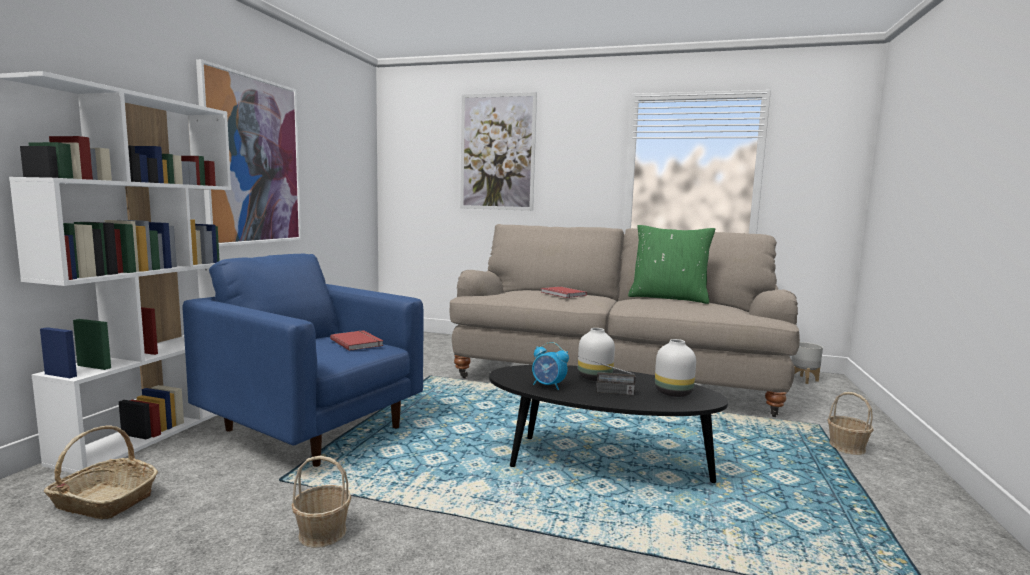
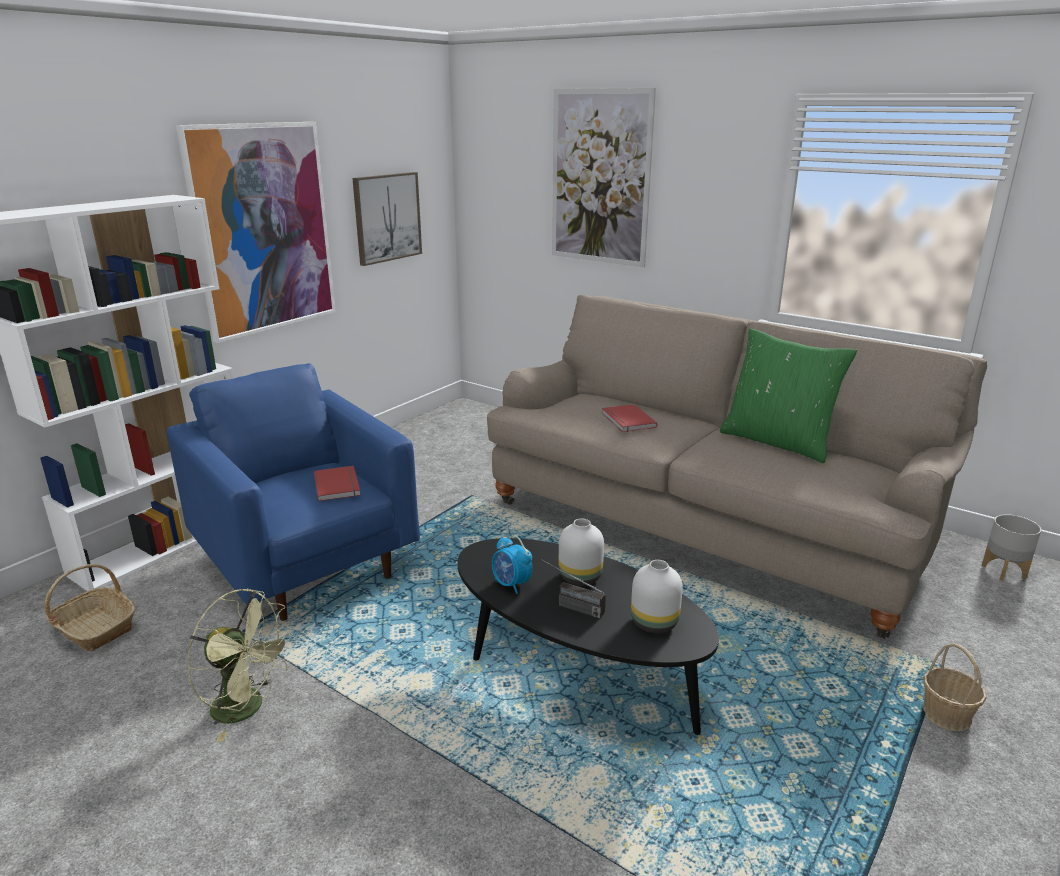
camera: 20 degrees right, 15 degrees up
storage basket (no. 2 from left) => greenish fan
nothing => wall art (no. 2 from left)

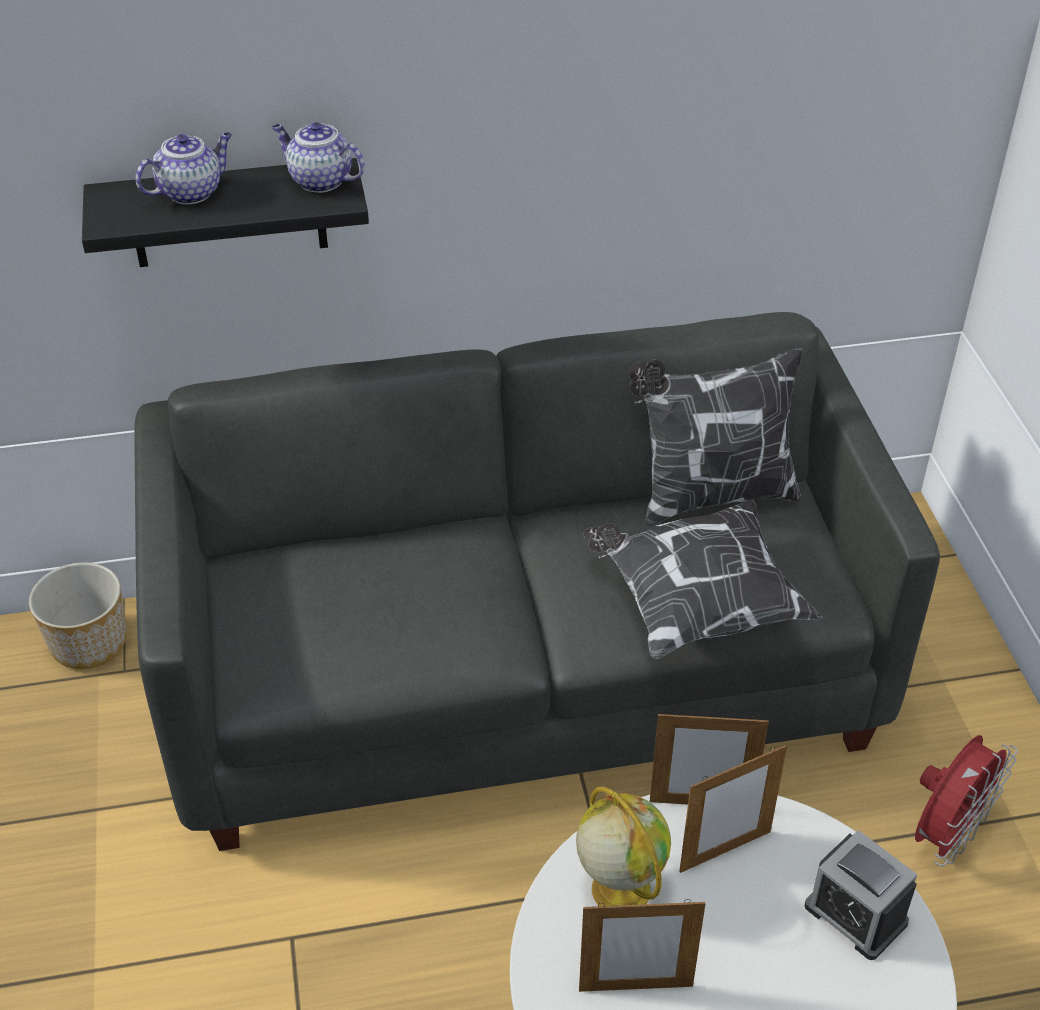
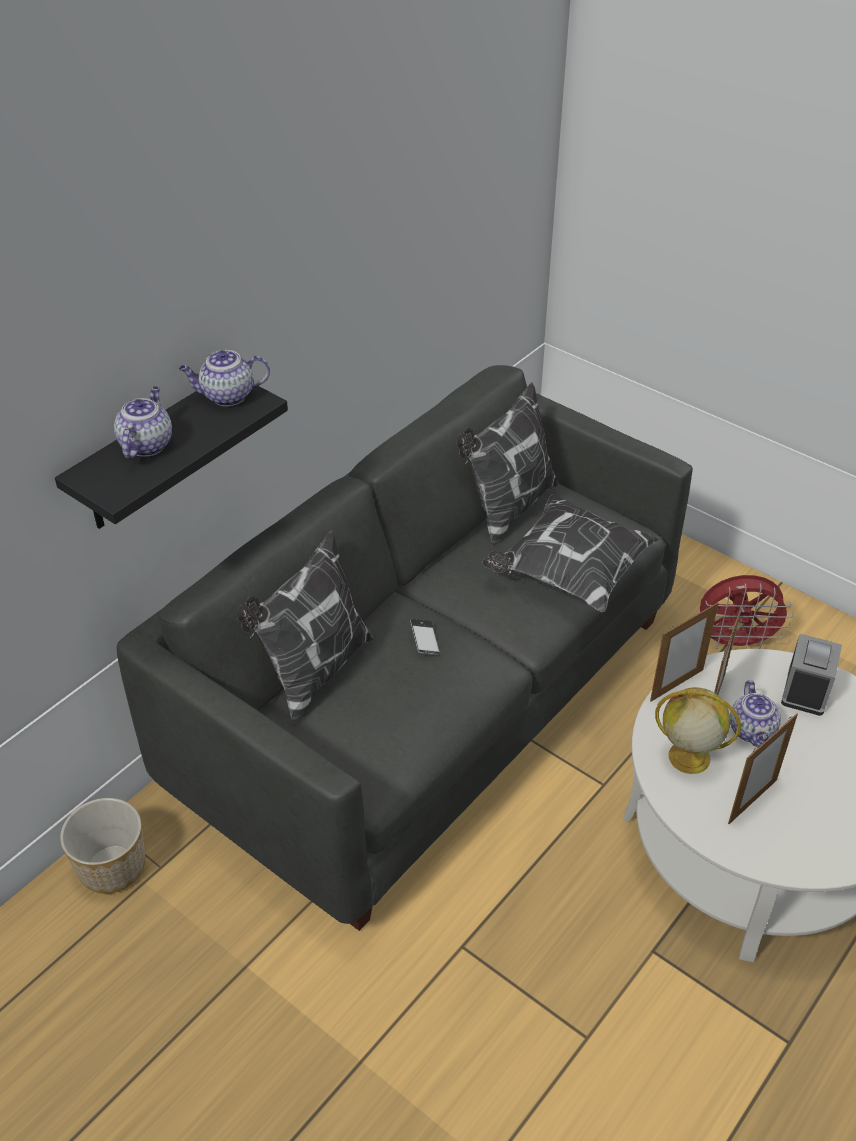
camera: 40 degrees left, 0 degrees up
reddish fan, 90 degrees clockwise
table clock, 75 degrees counterclockwise
nothing => pillow (no. 1 from left)
nothing => phone
nothing => pot for tea (no. 3 from left)

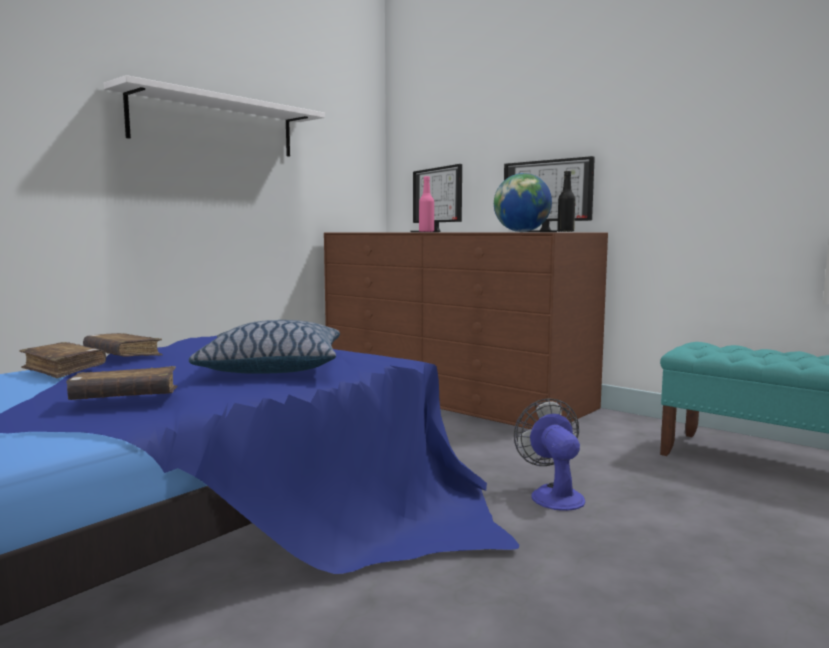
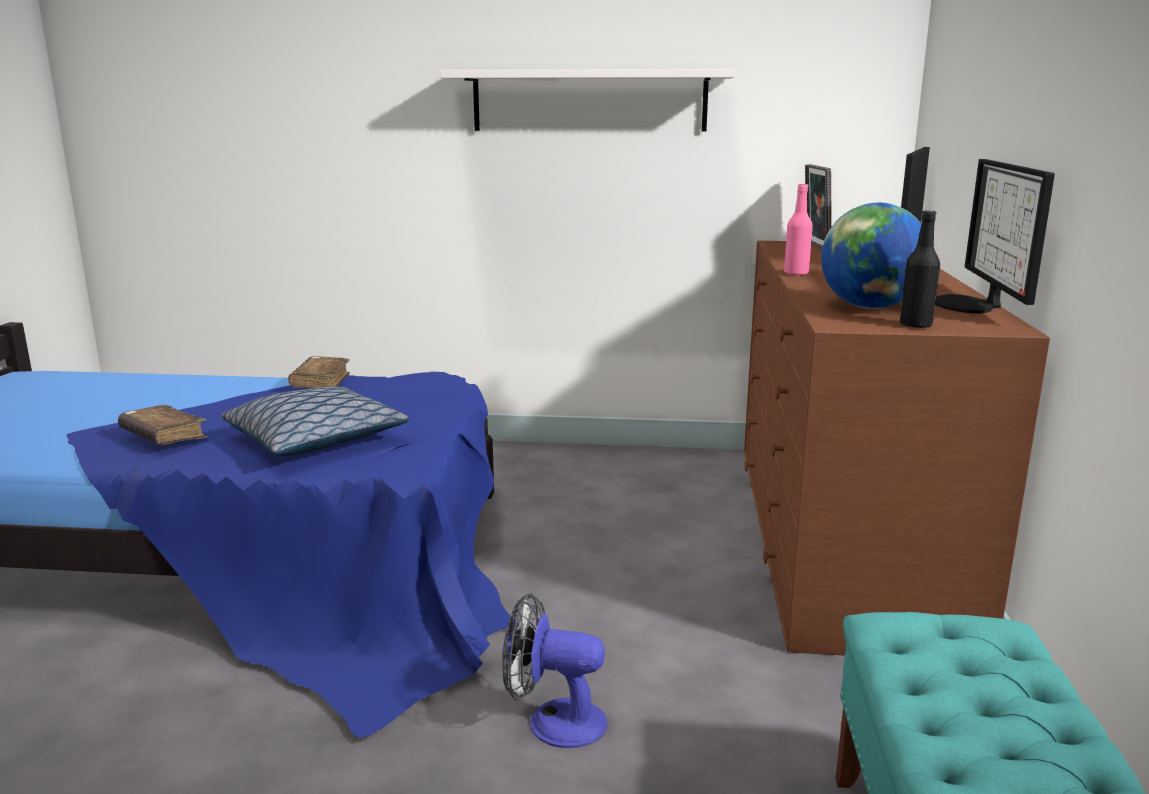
camera: 55 degrees right, 10 degrees up
brown-coloured volume (no. 1 from left) => nothing
fan, 120 degrees counterclockwise
nothing => photo frame

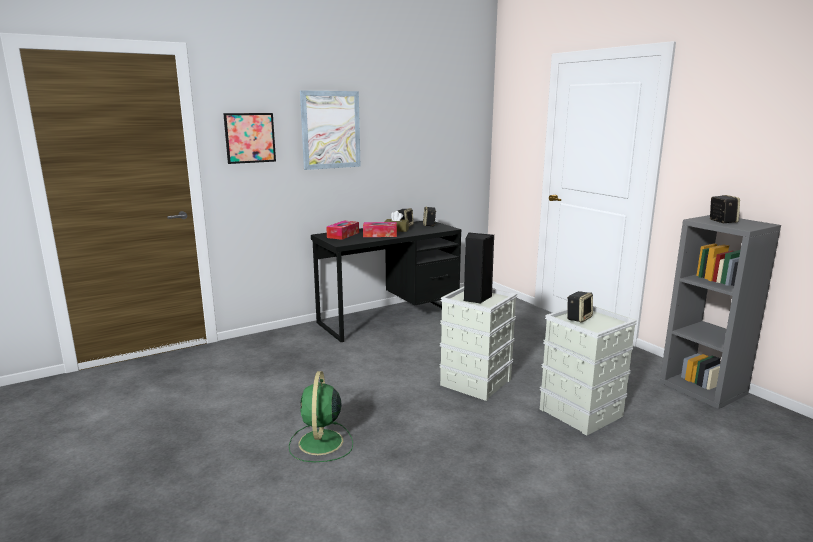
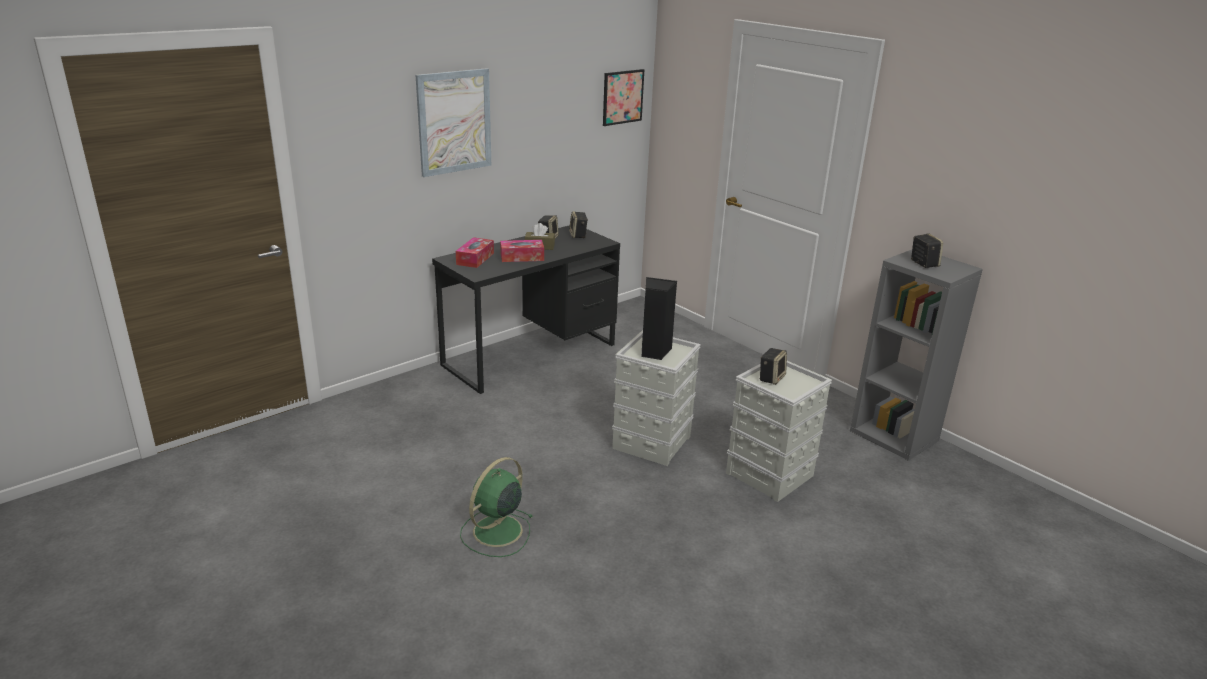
camera: 10 degrees left, 10 degrees up
wall art (no. 1 from left in the first image) => wall art (no. 2 from left), shifted
greenish fan, 45 degrees clockwise

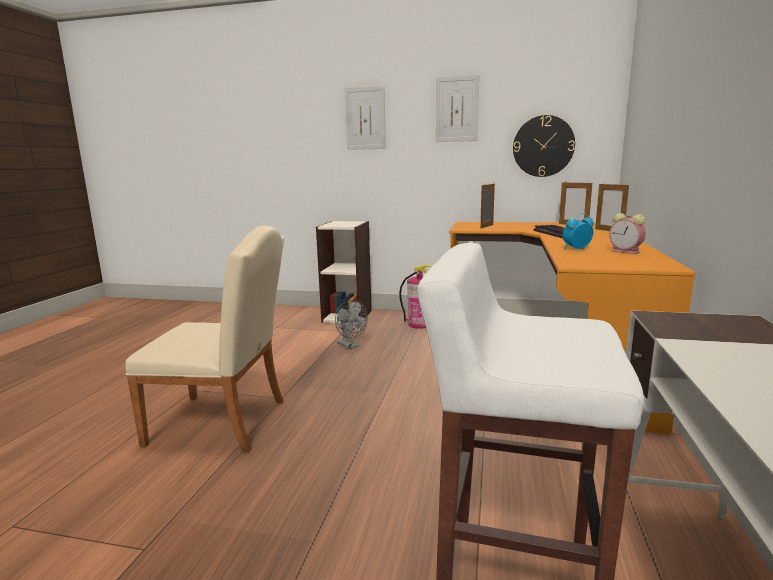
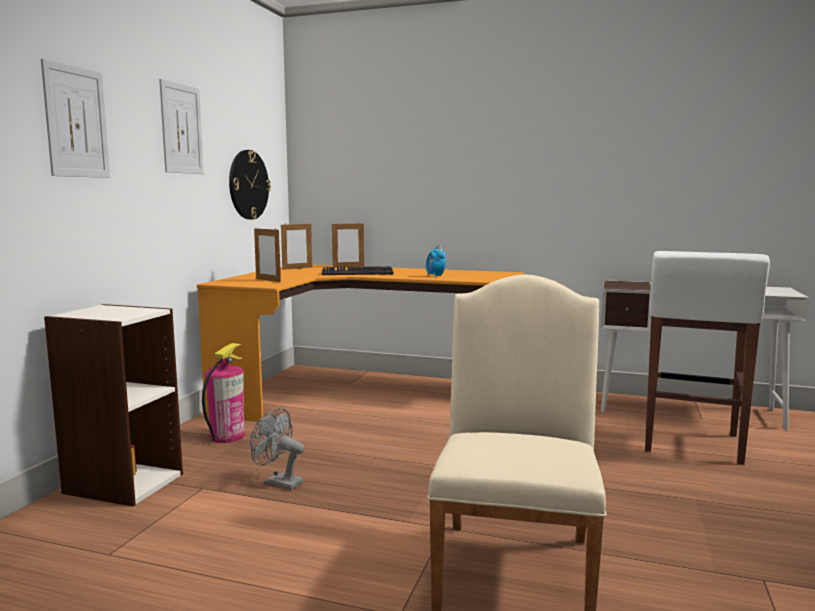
camera: 85 degrees left, 5 degrees down
table clock (no. 2 from left) => nothing
grey fan, 120 degrees counterclockwise

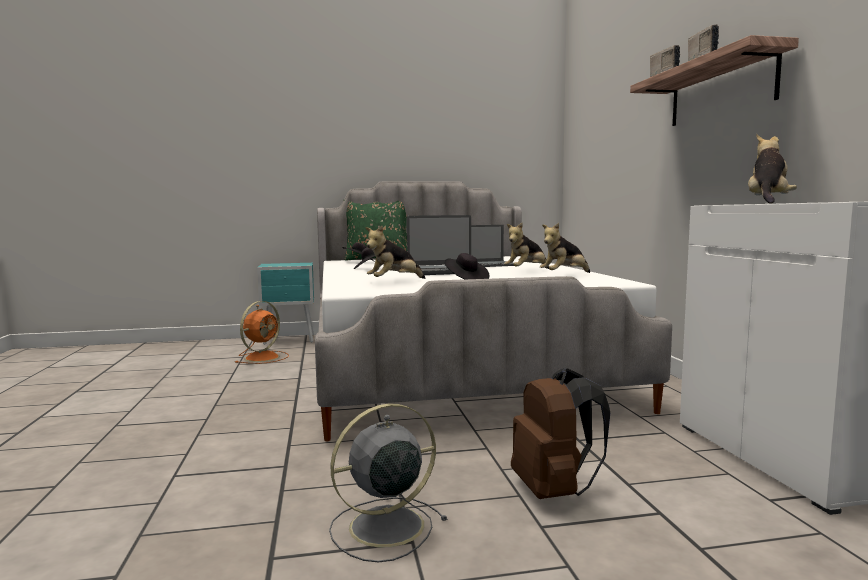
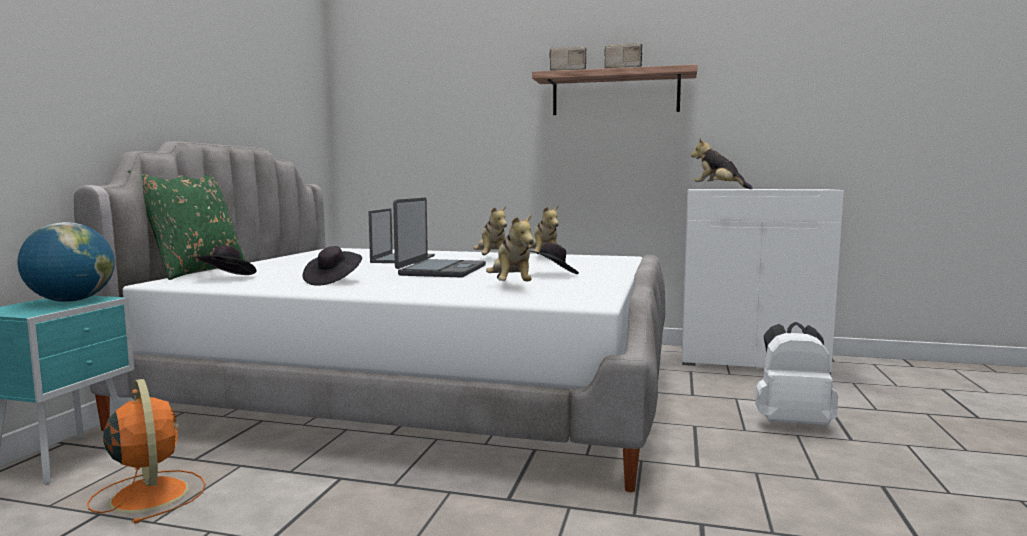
camera: 65 degrees left, 0 degrees up
brown-coloured rucksack => white rucksack
grey fan => nothing
nothing => globe

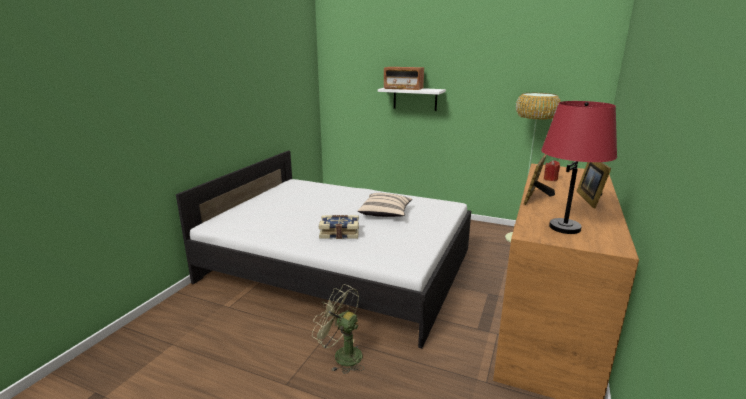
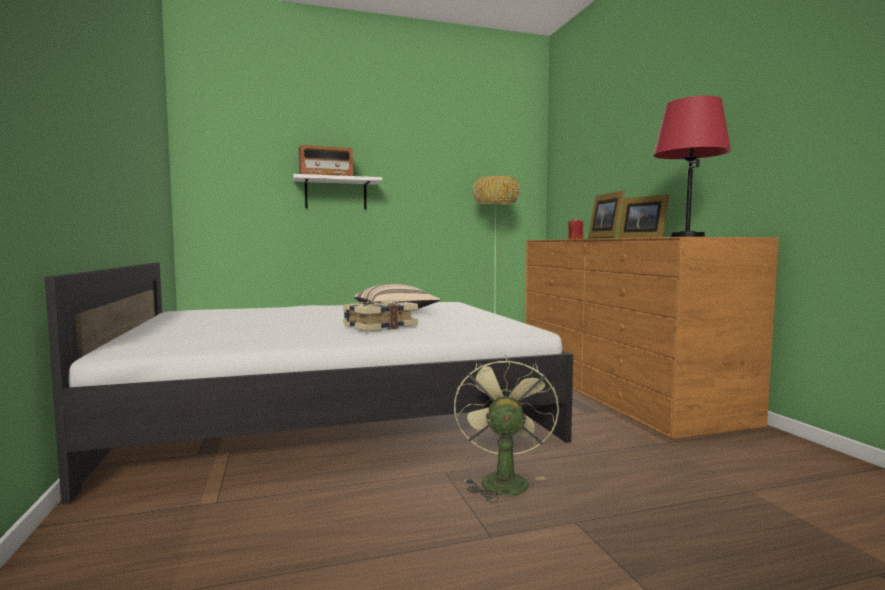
camera: 40 degrees left, 15 degrees down
greenish fan, 105 degrees clockwise

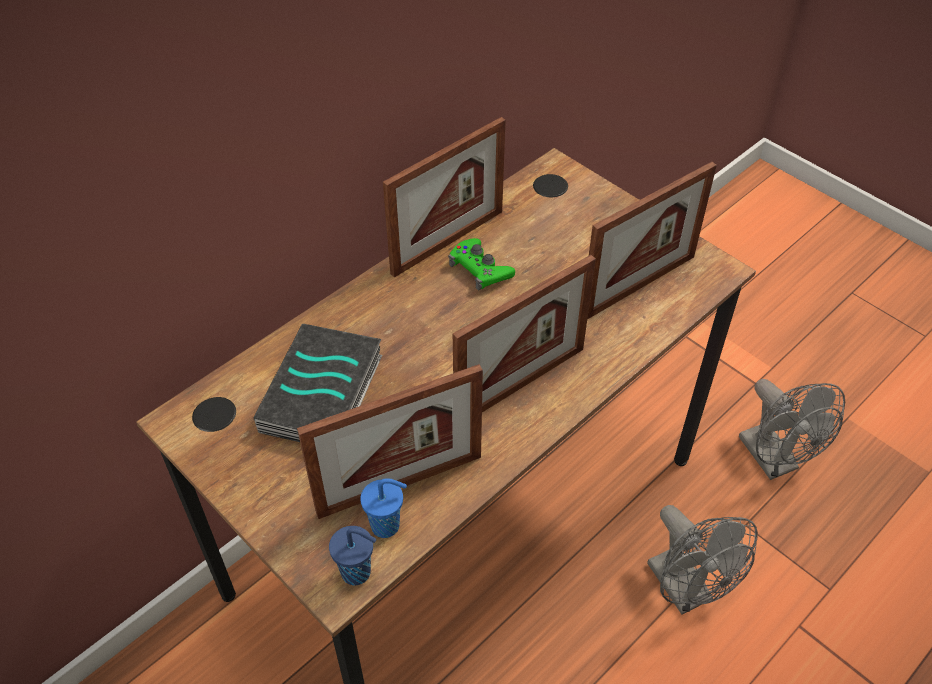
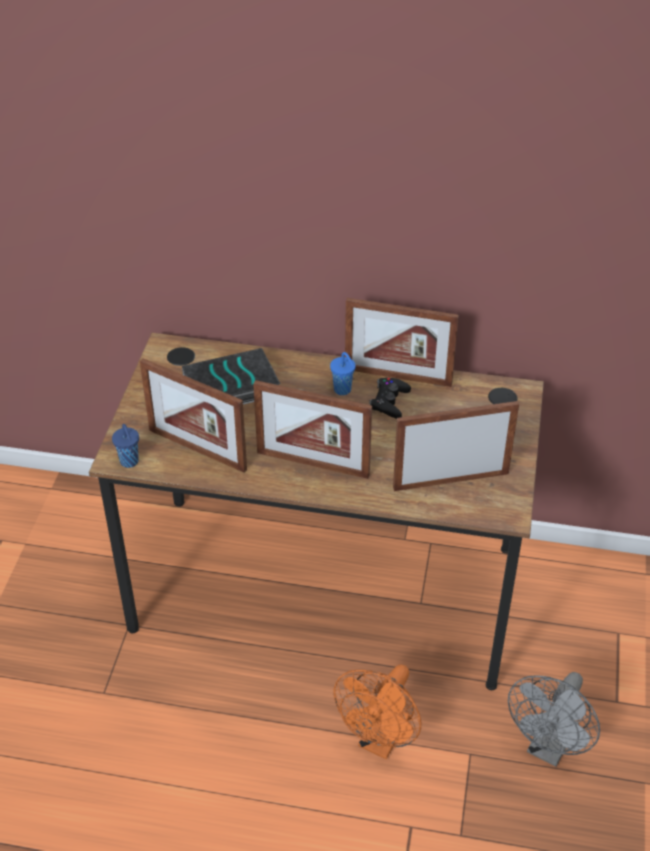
camera: 55 degrees right, 5 degrees down
photo frame (no. 4 from left), 150 degrees clockwise
greenish gamepad => blackish gamepad
bluish cup (no. 2 from left), shifted
grey fan (no. 1 from left) => orange-coloured fan

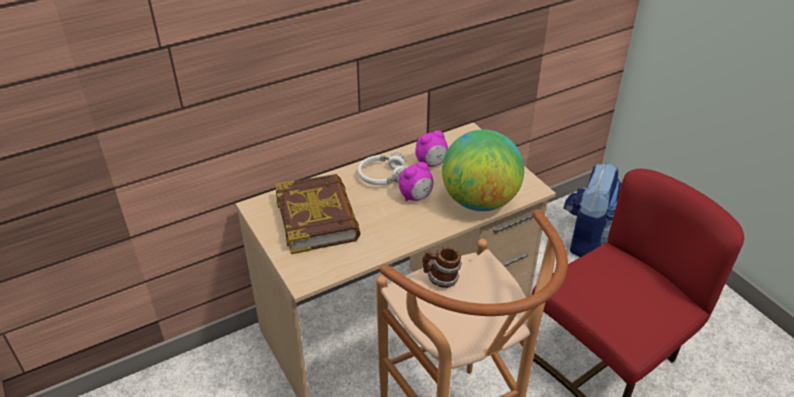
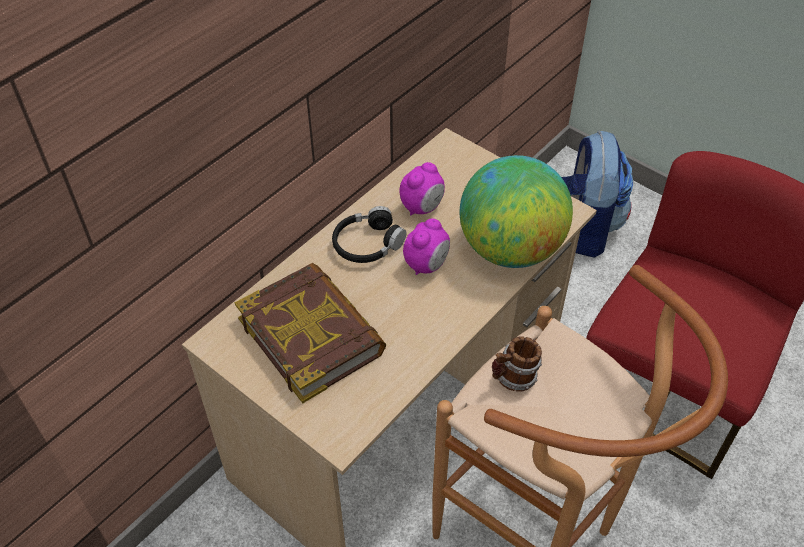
camera: 20 degrees left, 10 degrees up
white headset => blackish headset

